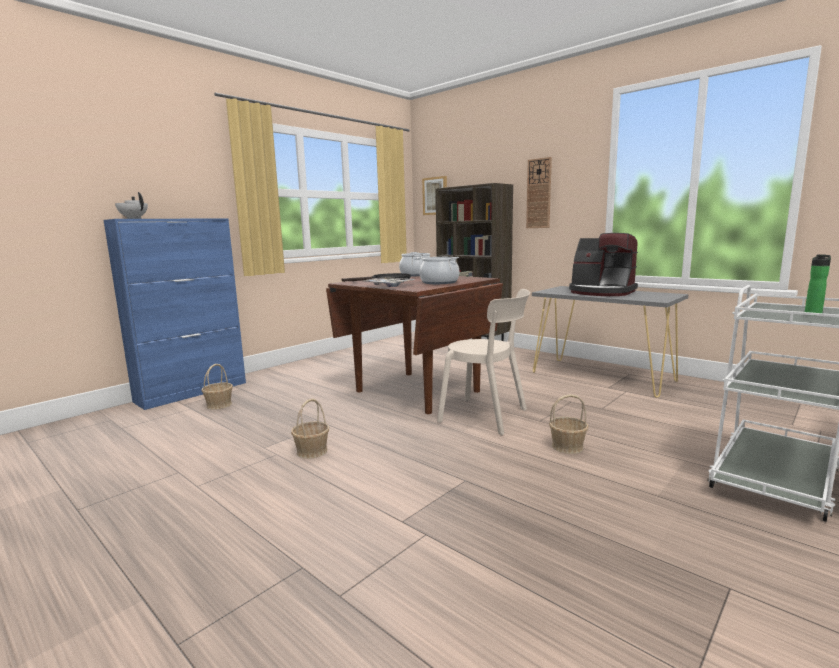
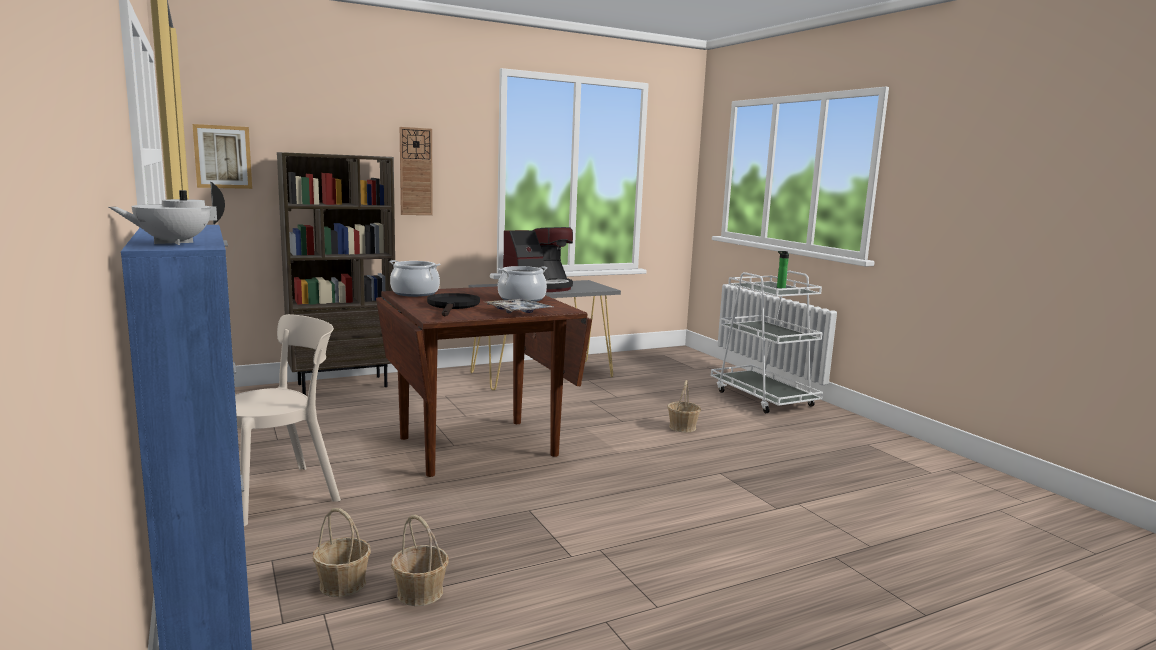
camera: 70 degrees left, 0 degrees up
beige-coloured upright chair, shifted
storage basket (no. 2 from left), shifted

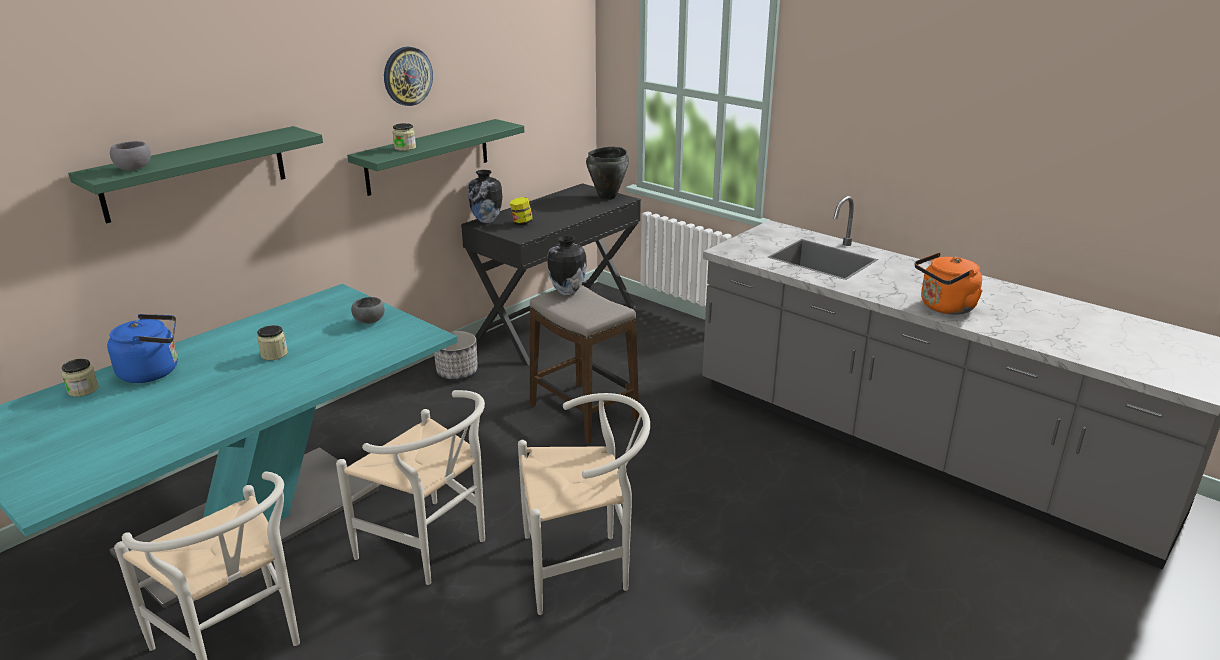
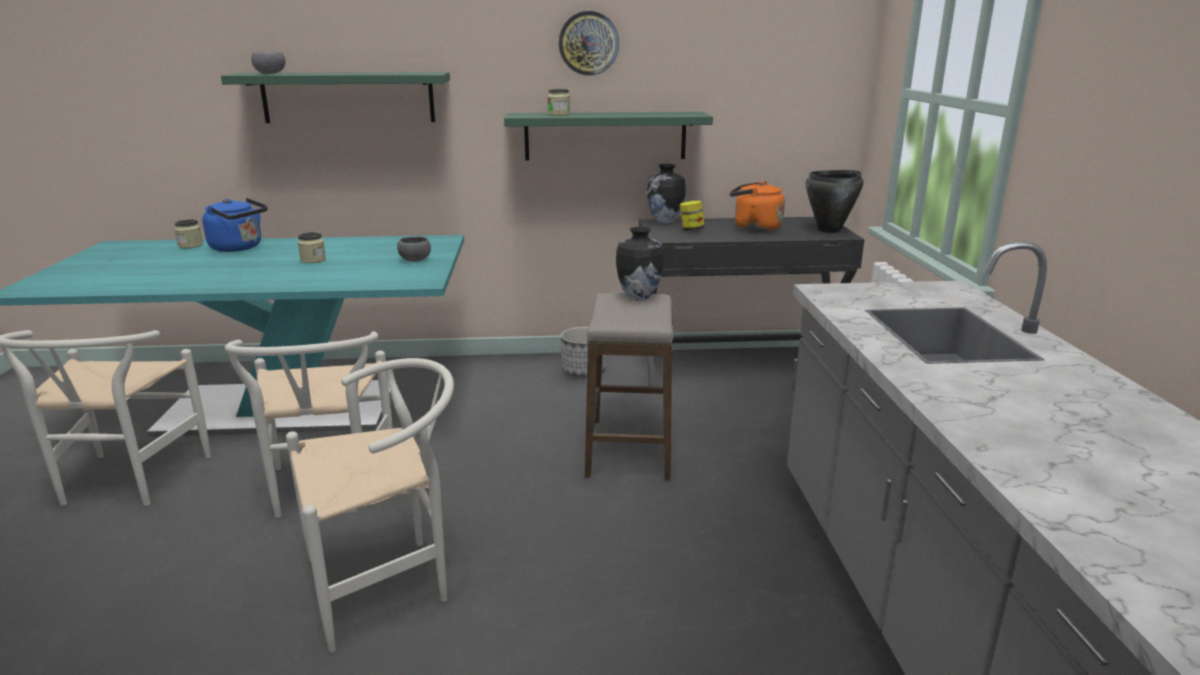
camera: 45 degrees right, 5 degrees down
orange-coloured kettle, shifted
white upright chair (no. 3 from left), 60 degrees counterclockwise

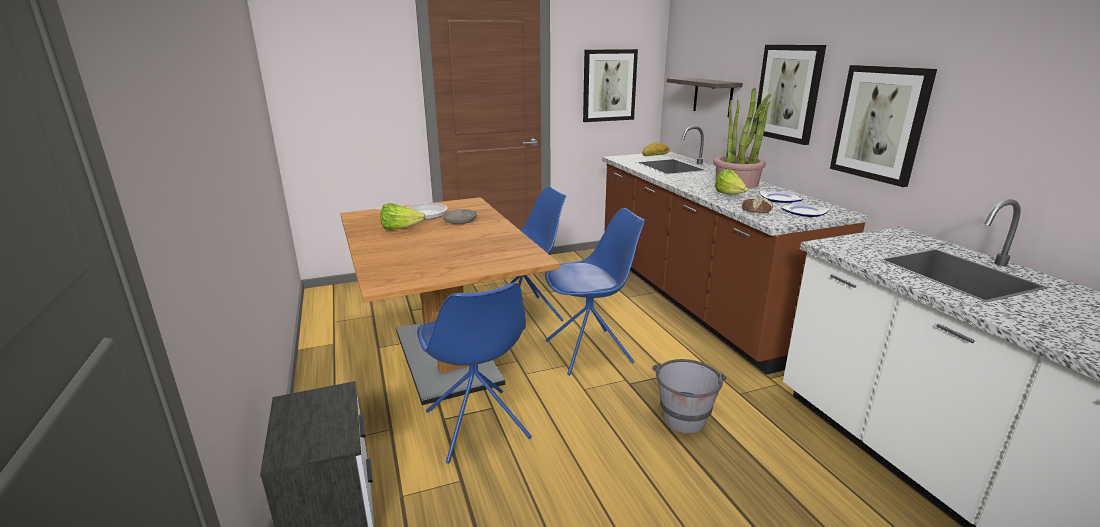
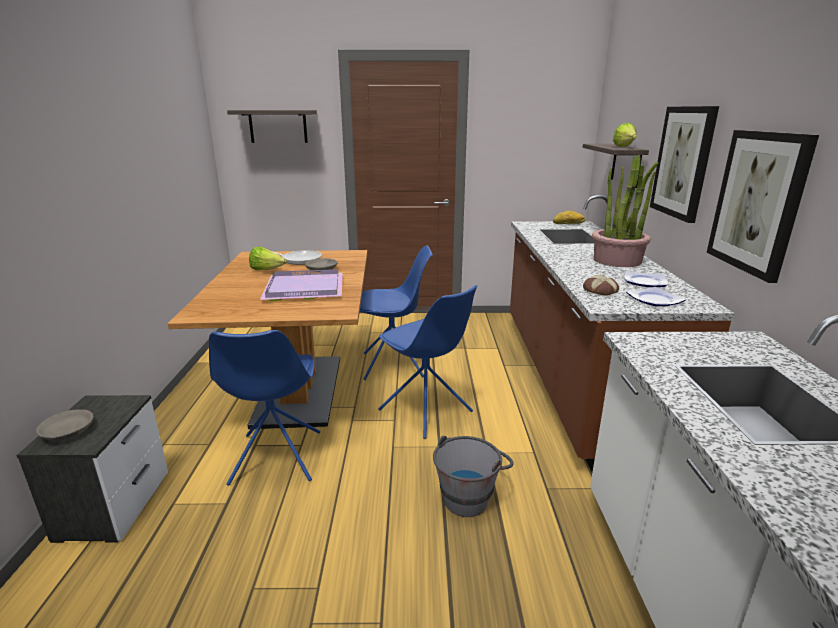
camera: 20 degrees right, 0 degrees up
wall art (no. 1 from left) => nothing
head of lettuce (no. 2 from left), shifted
bluish upright chair (no. 3 from left), 45 degrees clockwise
nothing => bracket shelf (no. 1 from left)
nothing => purplish serving tray
nothing => grey deep dish (no. 1 from left)

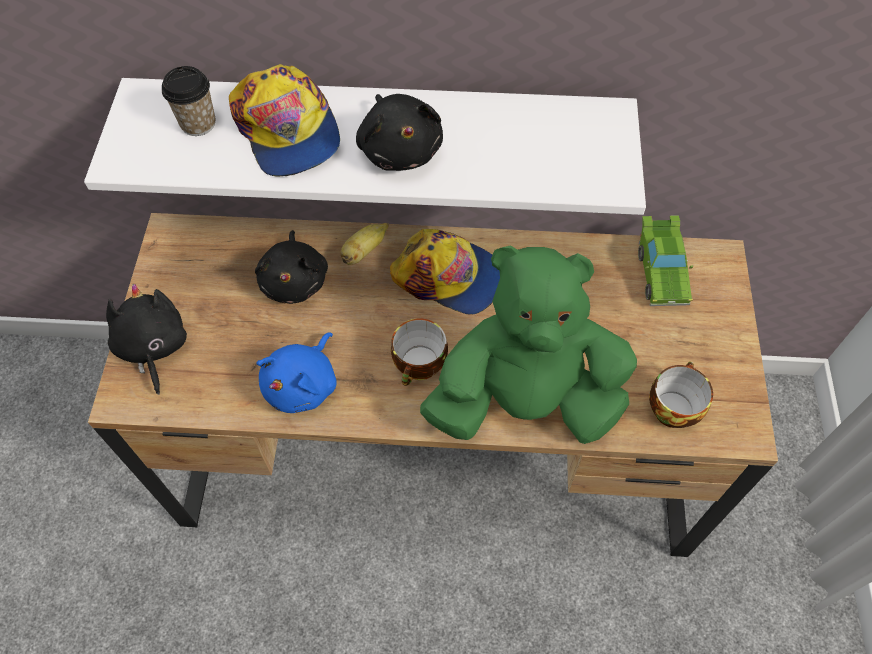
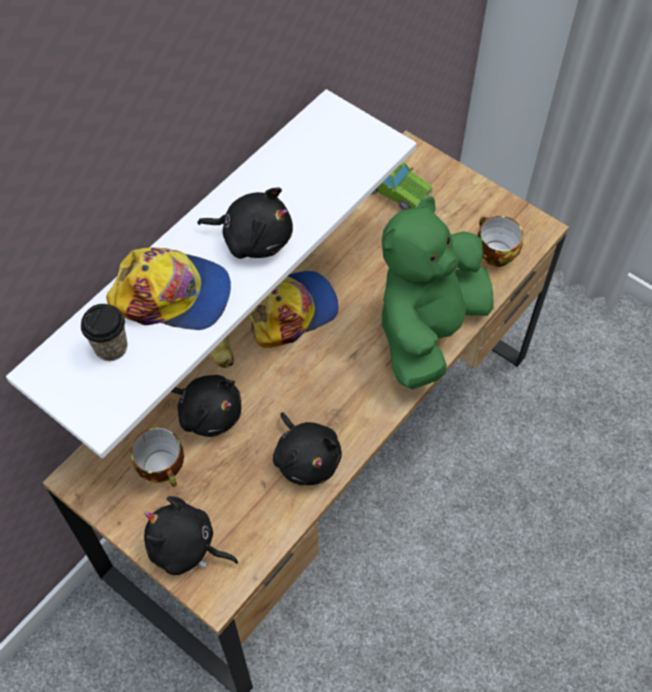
camera: 55 degrees left, 0 degrees up
cup (no. 2 from left), shifted
bluish plush toy => blackish plush toy (no. 4 from left)

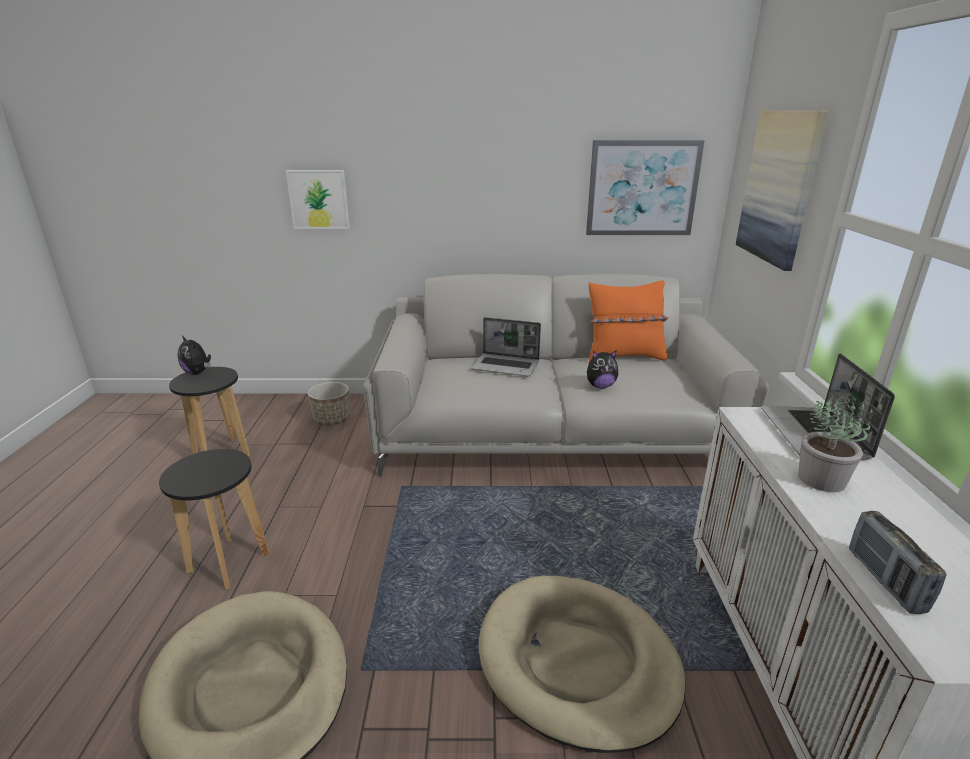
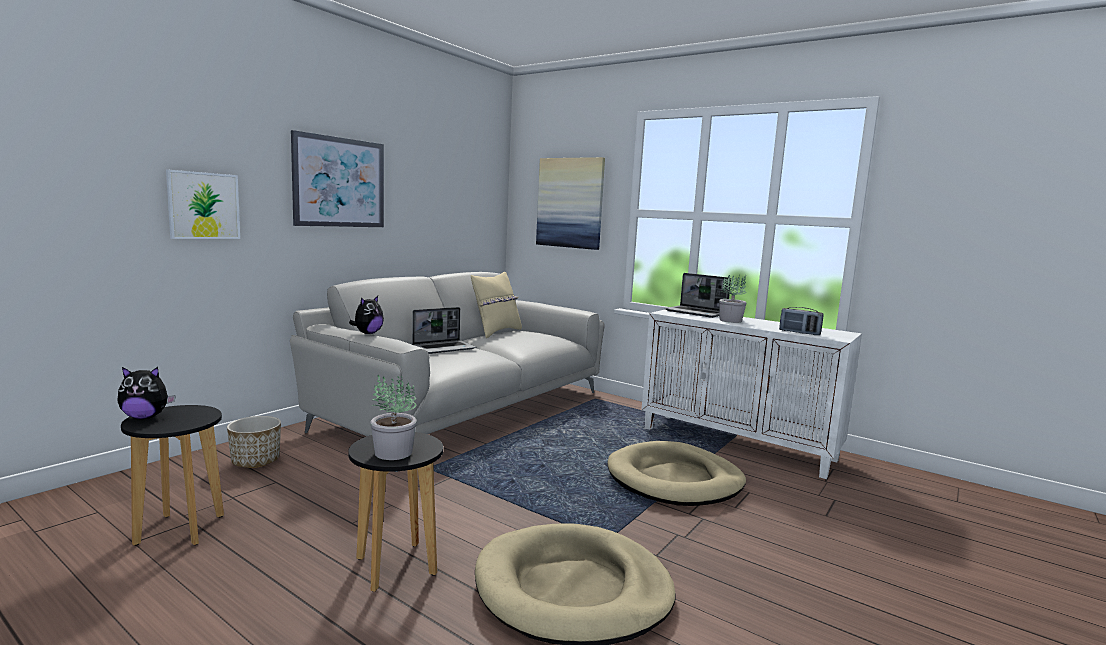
camera: 55 degrees left, 15 degrees down
wall art (no. 2 from left), shifted
orange-coloured pillow => beige-coloured pillow
plush toy (no. 2 from left), shifted
nothing => plant in a pot (no. 1 from left)

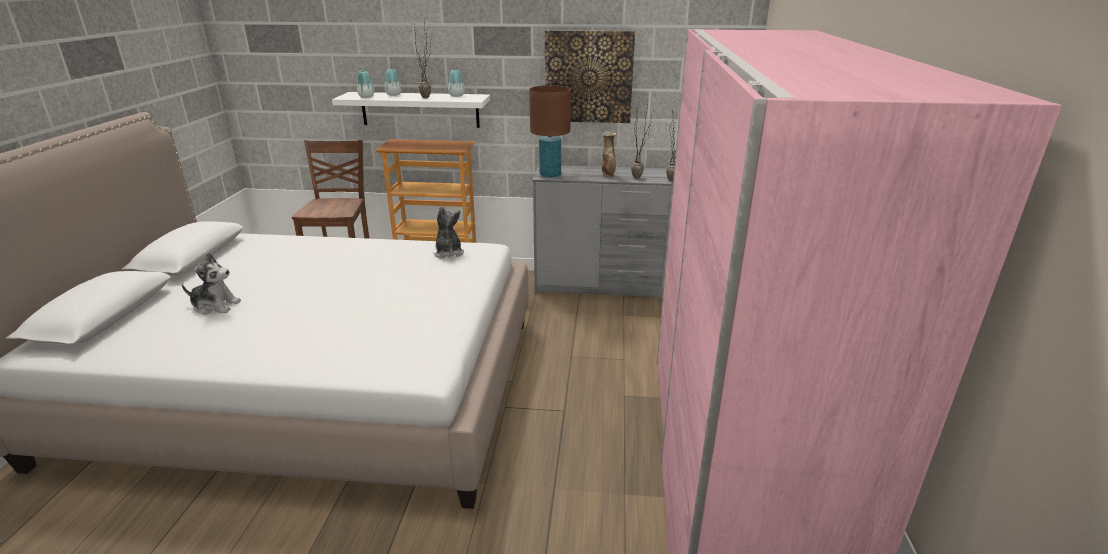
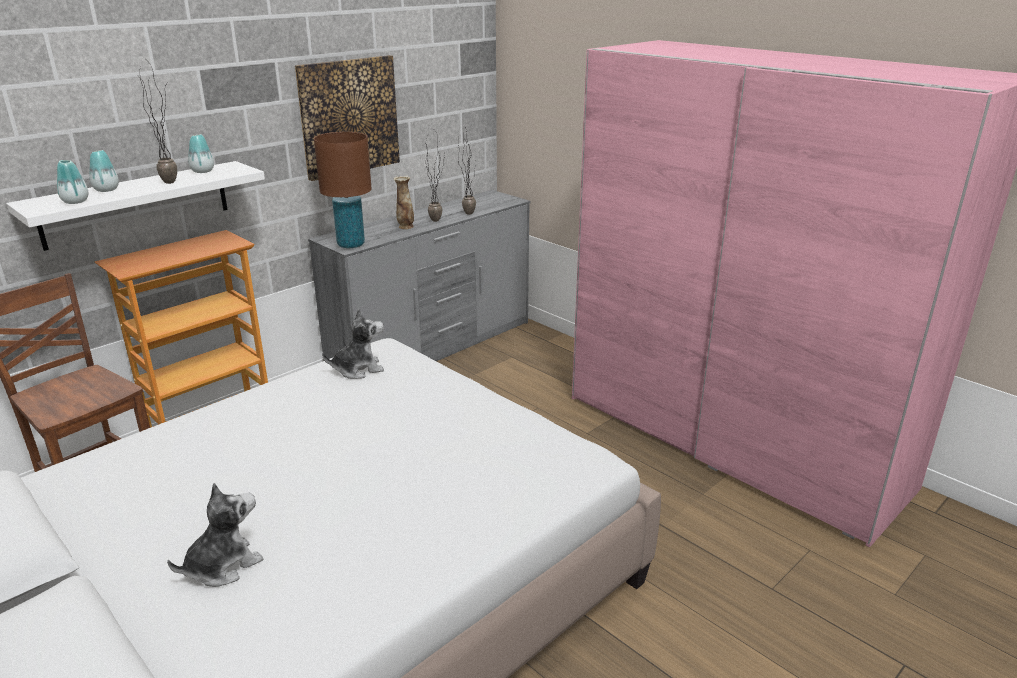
camera: 50 degrees left, 0 degrees up
plush toy (no. 2 from left), 135 degrees clockwise

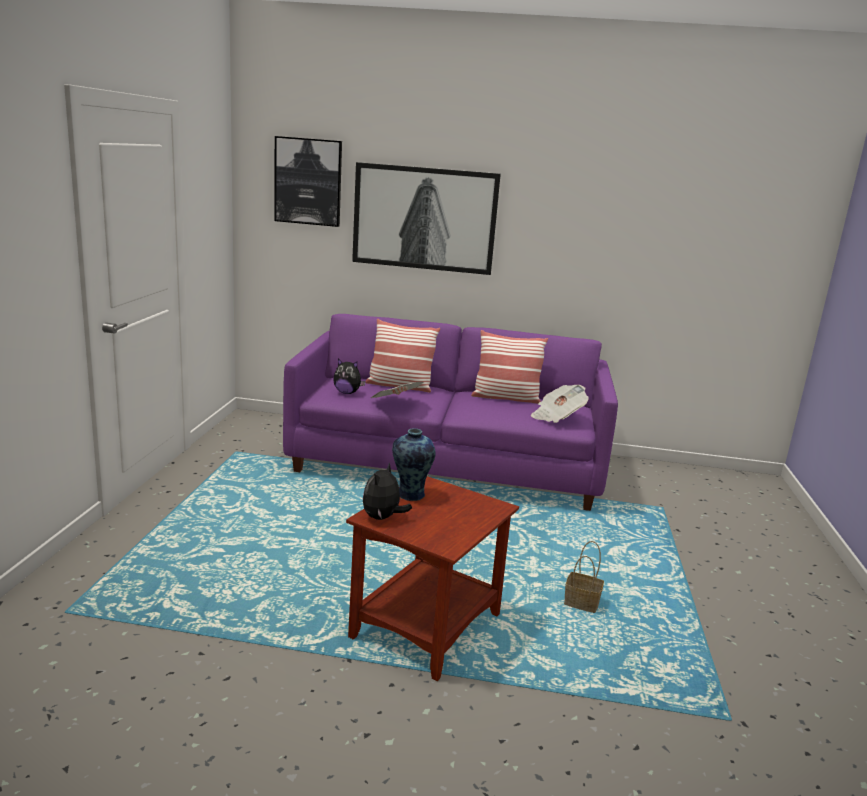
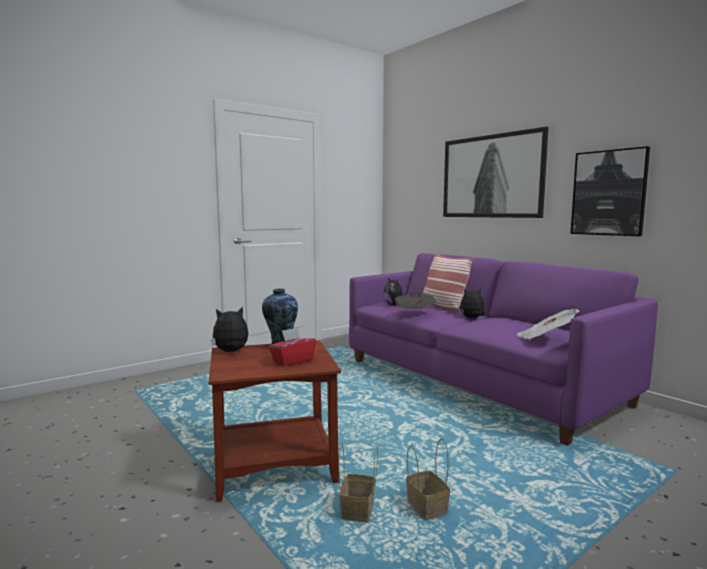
camera: 45 degrees right, 10 degrees down
wall art (no. 1 from left in the first image) => wall art (no. 2 from left), shifted
pillow (no. 2 from left) => nothing
nothing => plush toy (no. 3 from left)
nothing => reddish tissue holder
nothing => storage basket (no. 1 from left)

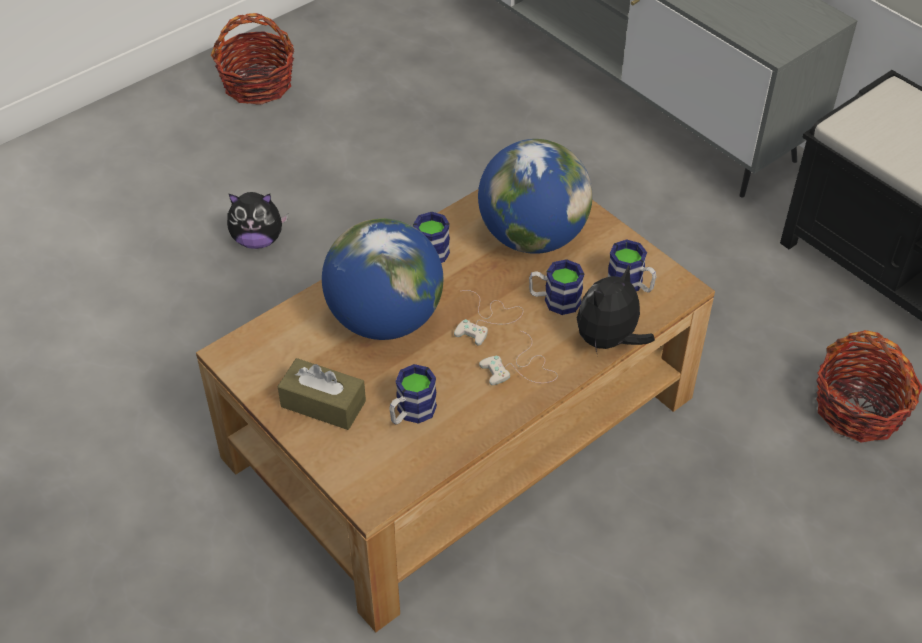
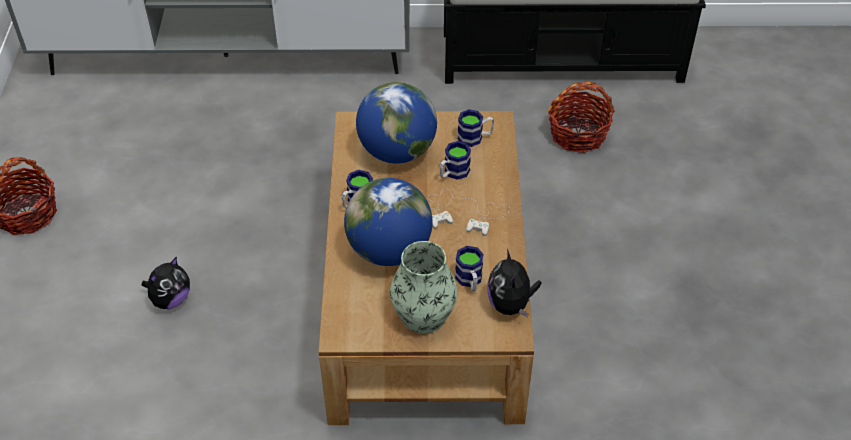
camera: 50 degrees left, 0 degrees up
plush toy (no. 2 from left), shifted
brown-coloured tissue holder => flower vase

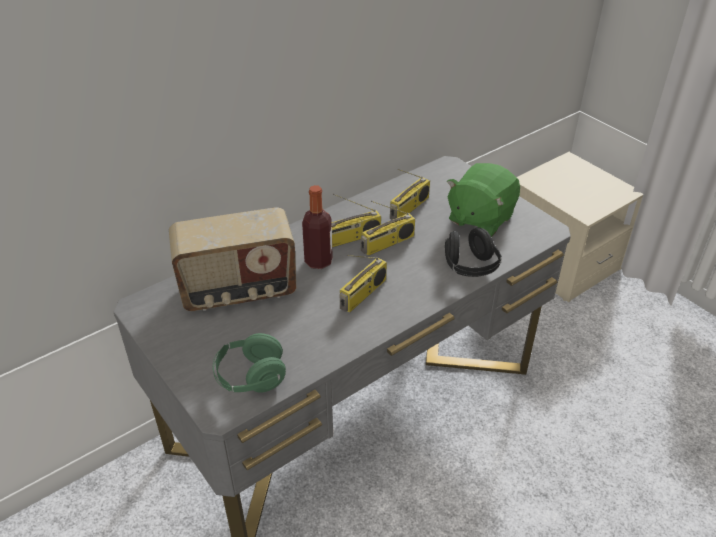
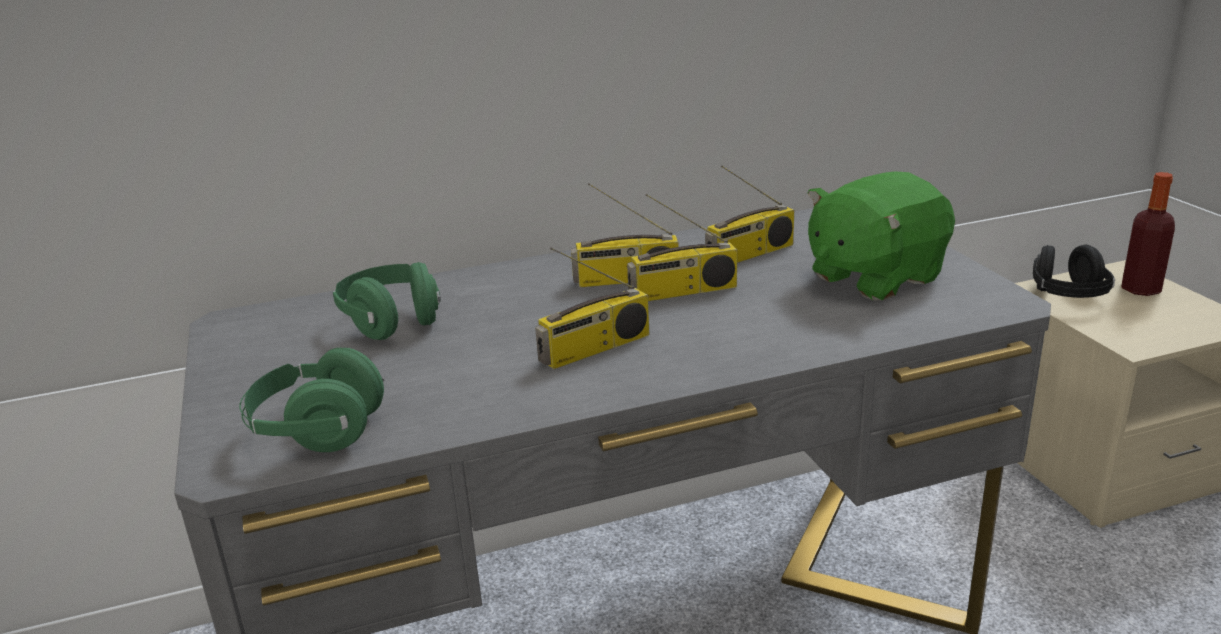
camera: 20 degrees right, 15 degrees down
bottle, shifted
radio set (no. 1 from left) => greenish headset (no. 2 from left)
blackish headset, shifted

